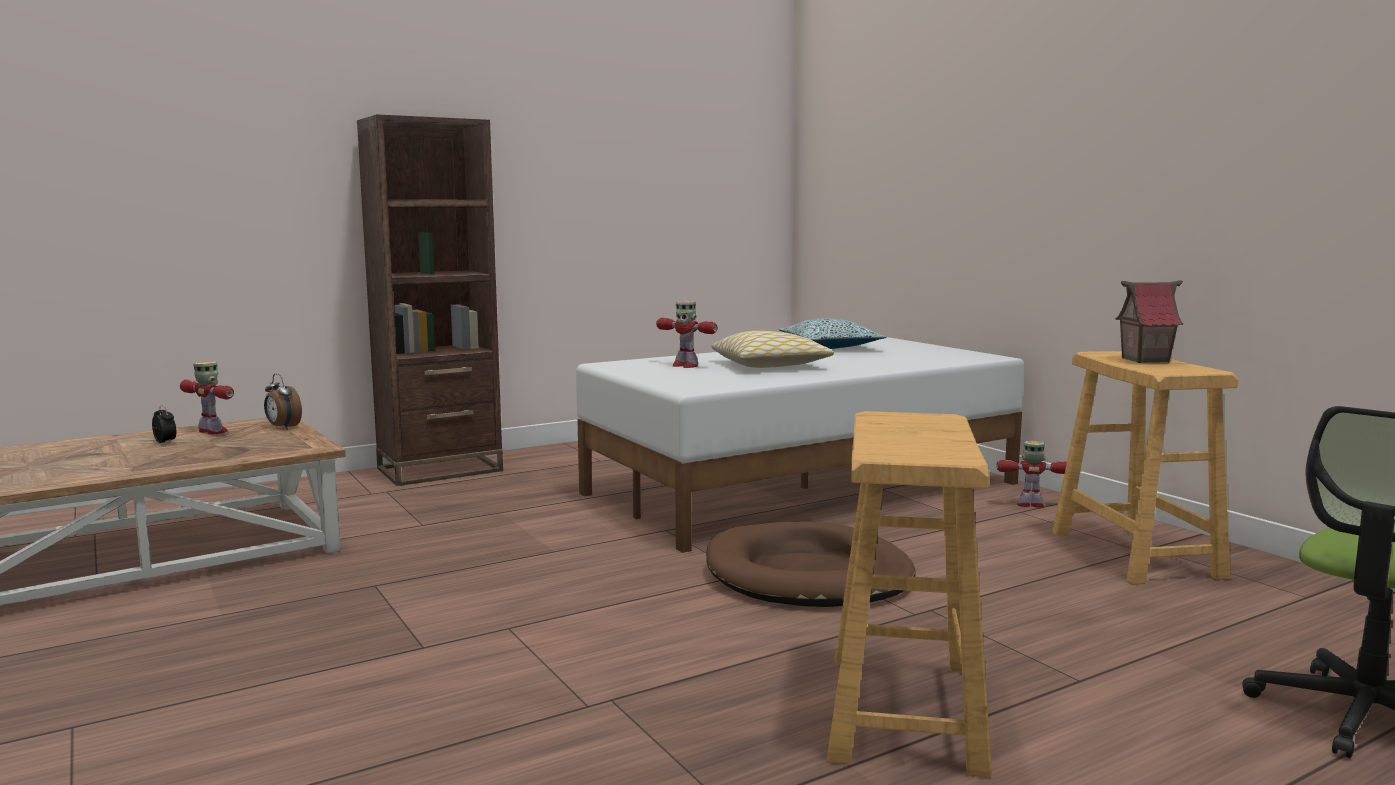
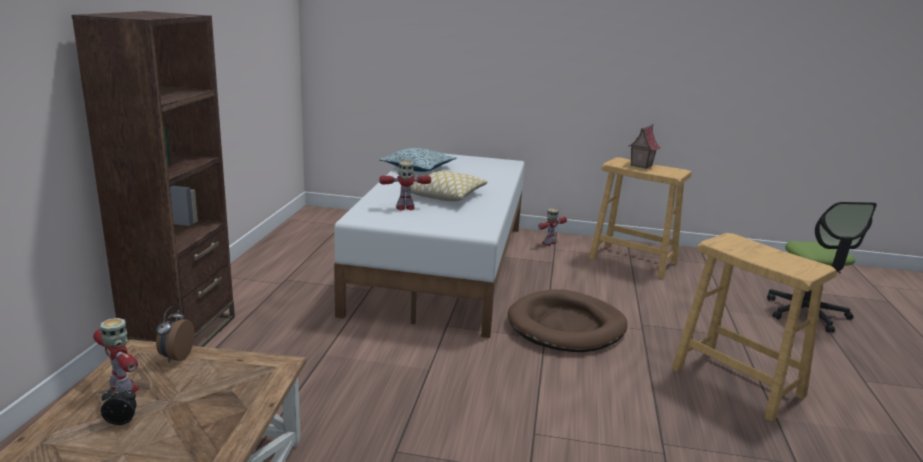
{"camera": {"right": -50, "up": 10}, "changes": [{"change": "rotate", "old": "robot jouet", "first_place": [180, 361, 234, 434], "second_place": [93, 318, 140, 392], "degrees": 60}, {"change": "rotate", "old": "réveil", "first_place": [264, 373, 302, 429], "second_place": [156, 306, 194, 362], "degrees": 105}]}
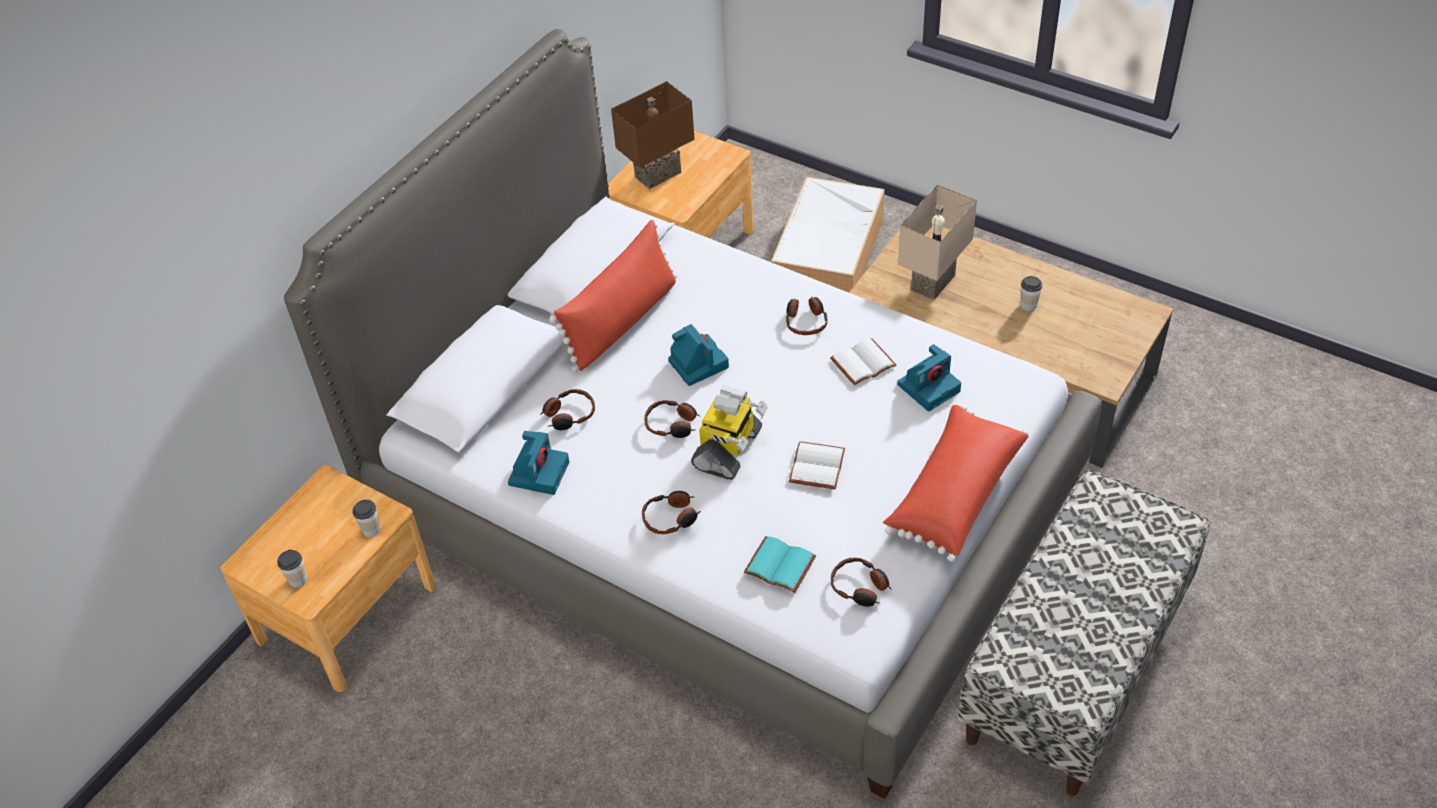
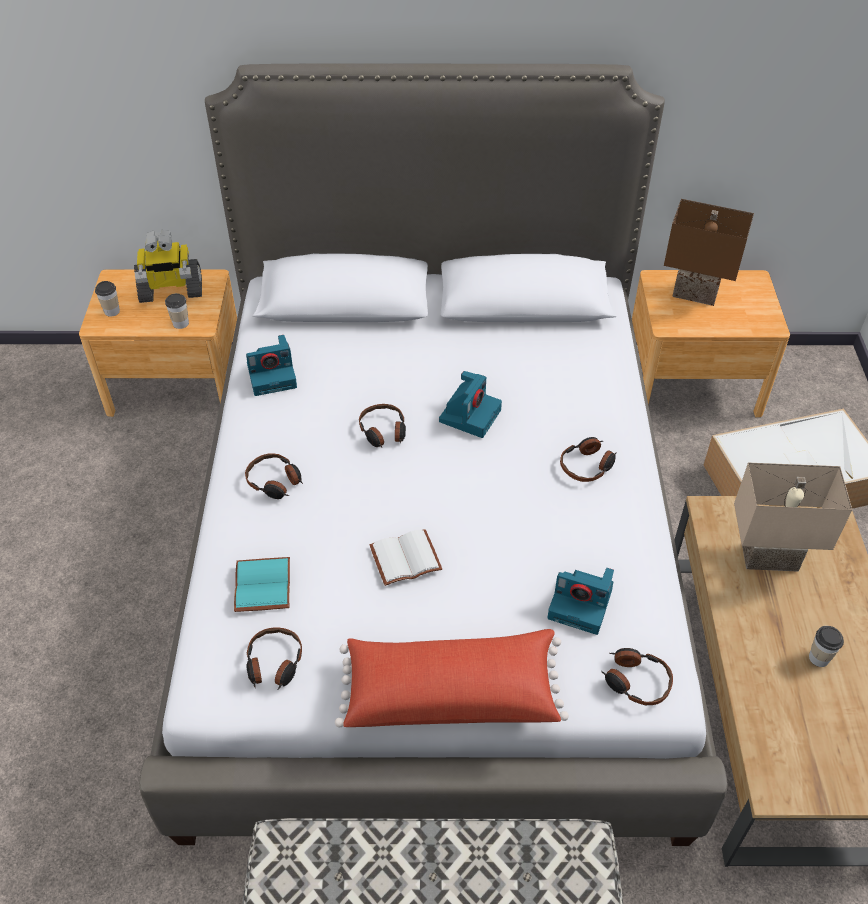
{"camera": {"right": 55, "up": 0}, "changes": [{"change": "move", "old": "casque audio", "first_place": [540, 389, 595, 430], "second_place": [601, 648, 673, 705]}, {"change": "delete", "old": "coussin/rouge", "first_place": [549, 220, 677, 373]}, {"change": "move", "old": "robot jouet", "first_place": [691, 385, 768, 480], "second_place": [134, 230, 202, 303]}, {"change": "delete", "old": "livre/blanc", "first_place": [830, 338, 897, 386]}]}
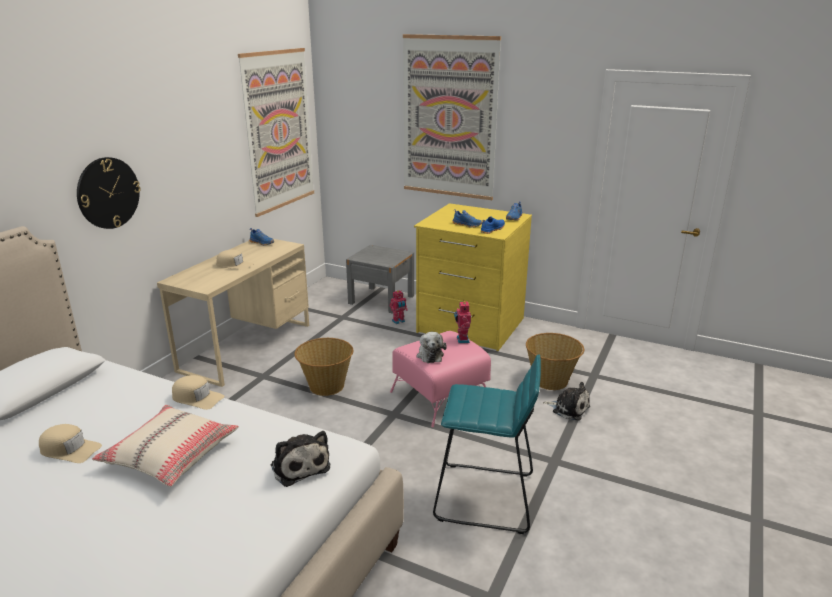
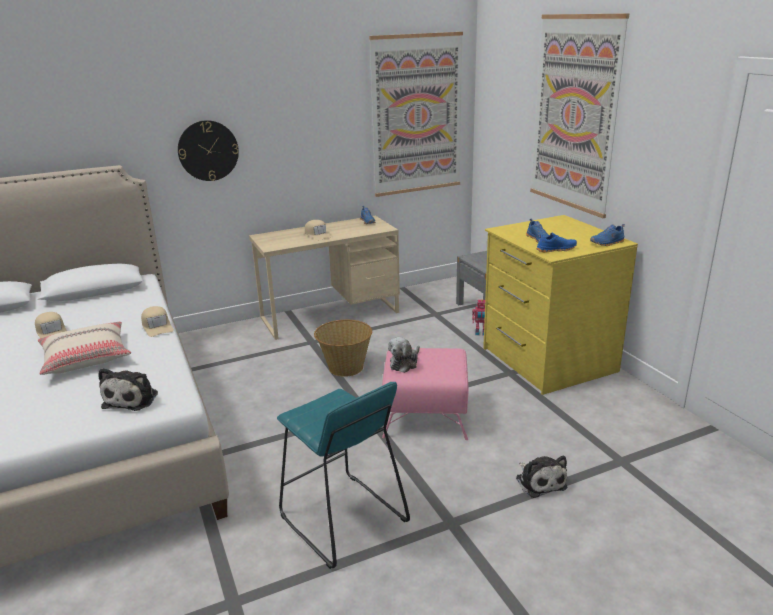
{"camera": {"right": 40, "up": 0}, "changes": [{"change": "delete", "old": "robot jouet", "first_place": [454, 301, 471, 343]}, {"change": "delete", "old": "panier", "first_place": [526, 333, 584, 390]}]}
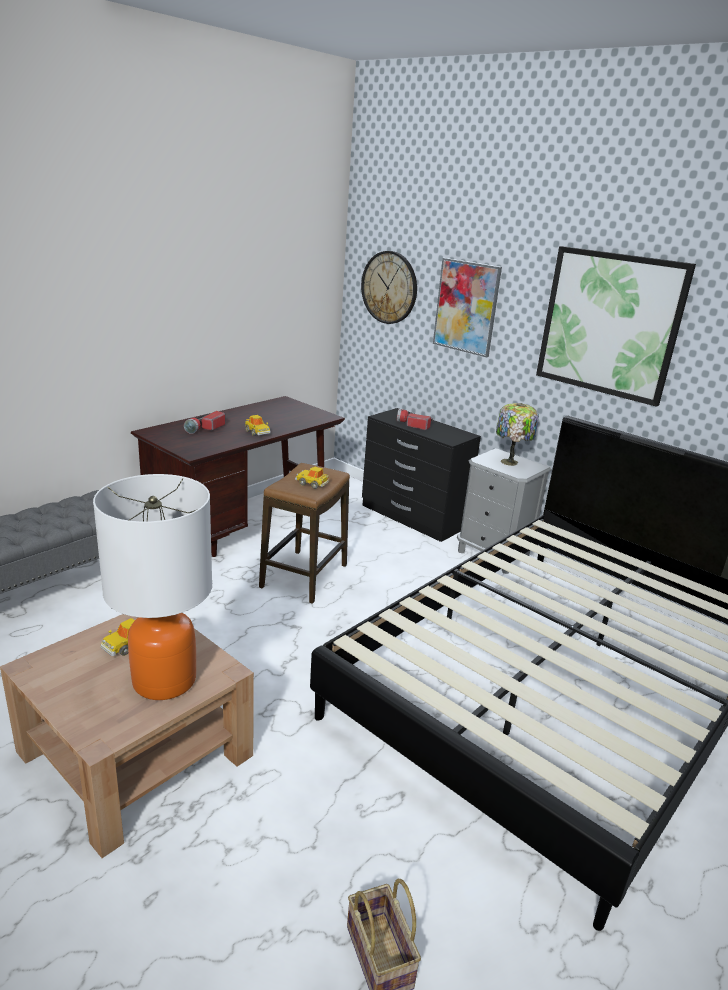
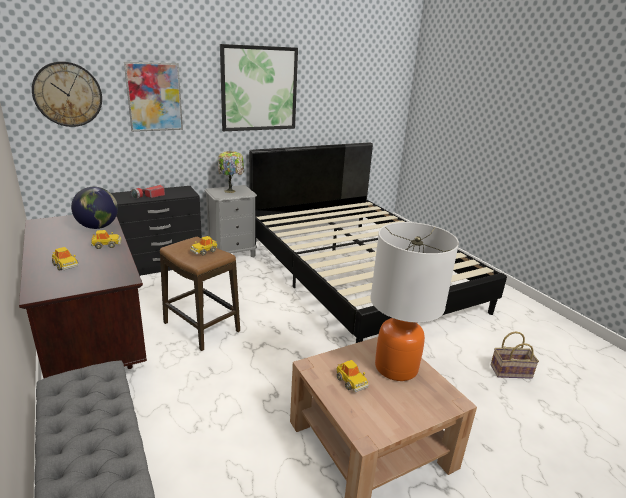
{"camera": {"right": -70, "up": 0}, "changes": [{"change": "replace", "old": "lampe de poche", "new": "petite voiture", "first_place": [184, 411, 225, 434], "second_place": [52, 247, 79, 271]}, {"change": "insert", "new": "globe", "second_place": [71, 187, 118, 229]}]}
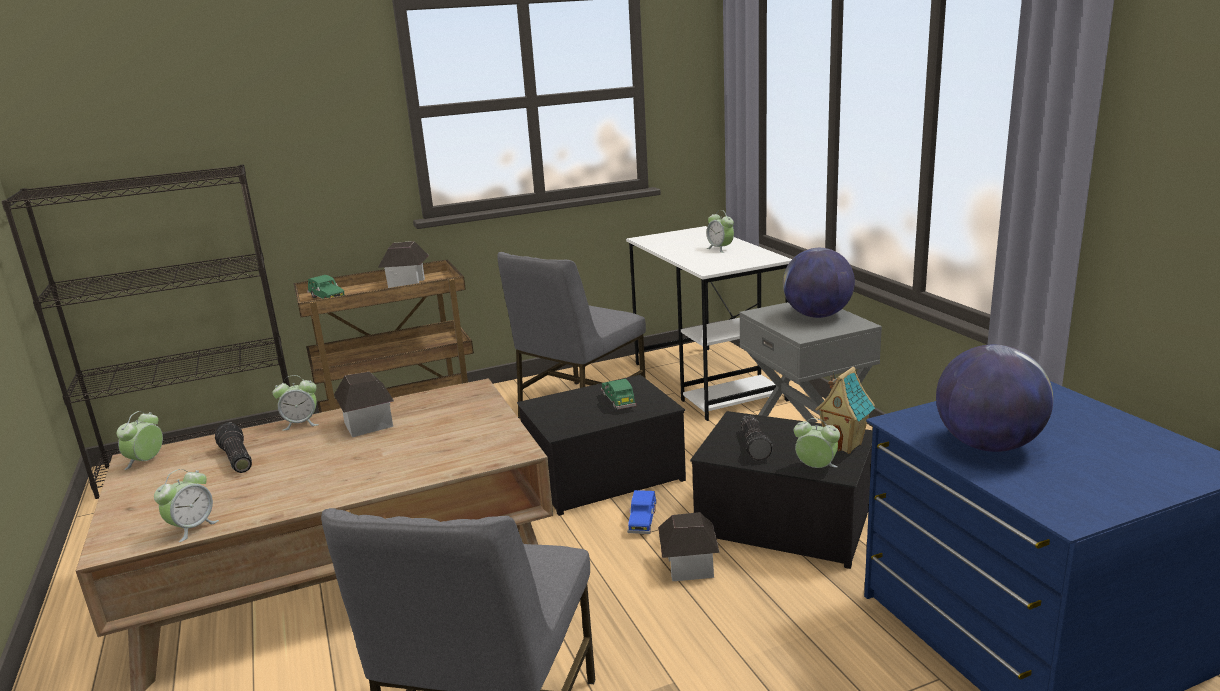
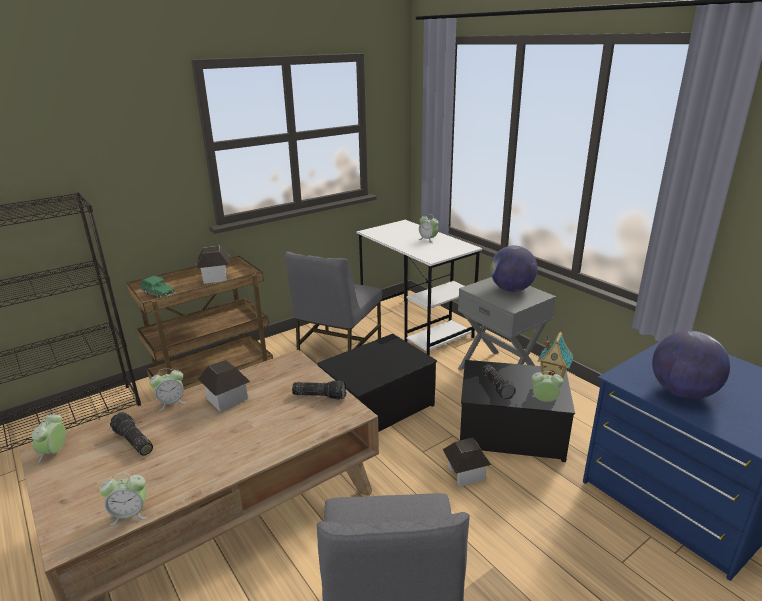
{"camera": {"right": -15, "up": 5}, "changes": [{"change": "rotate", "old": "réveil", "first_place": [154, 469, 219, 542], "second_place": [100, 472, 147, 525], "degrees": 60}, {"change": "delete", "old": "petite voiture/vert", "first_place": [601, 379, 636, 410]}, {"change": "delete", "old": "petite voiture/bleu", "first_place": [627, 490, 657, 534]}, {"change": "insert", "new": "lampe de poche", "second_place": [292, 380, 347, 400]}]}
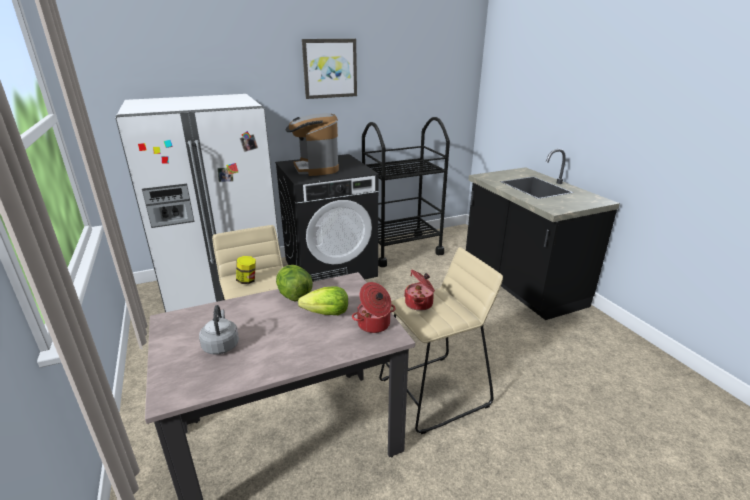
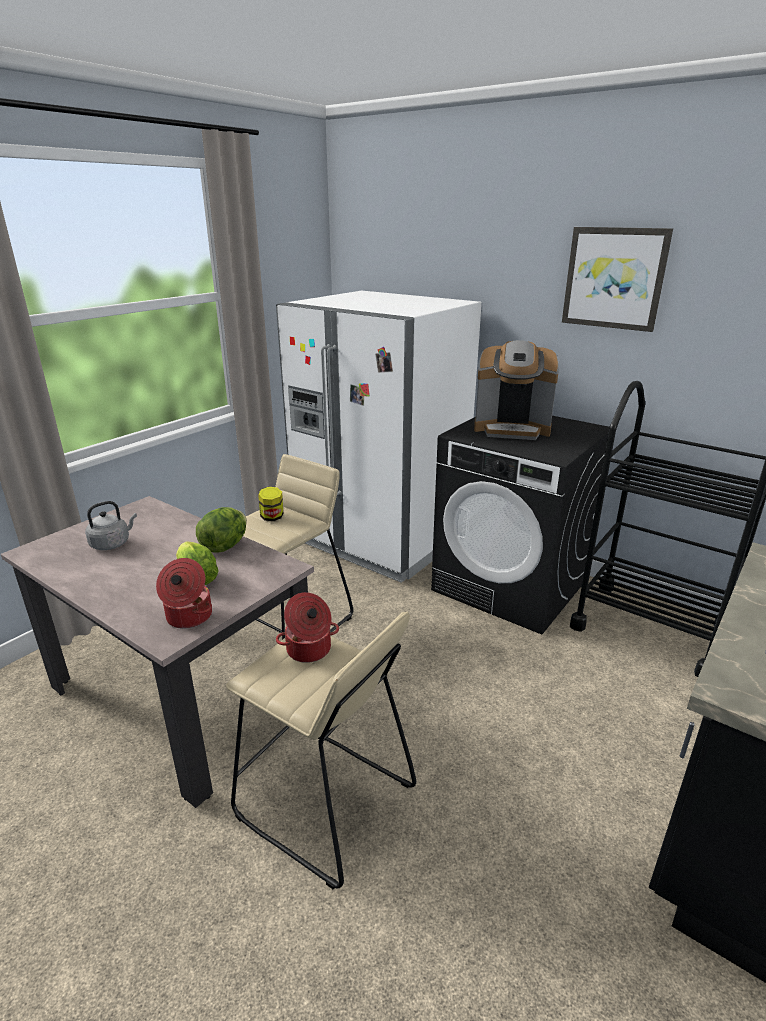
{"camera": {"right": 60, "up": 0}, "changes": [{"change": "rotate", "old": "machine à café", "first_place": [286, 113, 339, 176], "second_place": [474, 340, 559, 440], "degrees": -120}]}
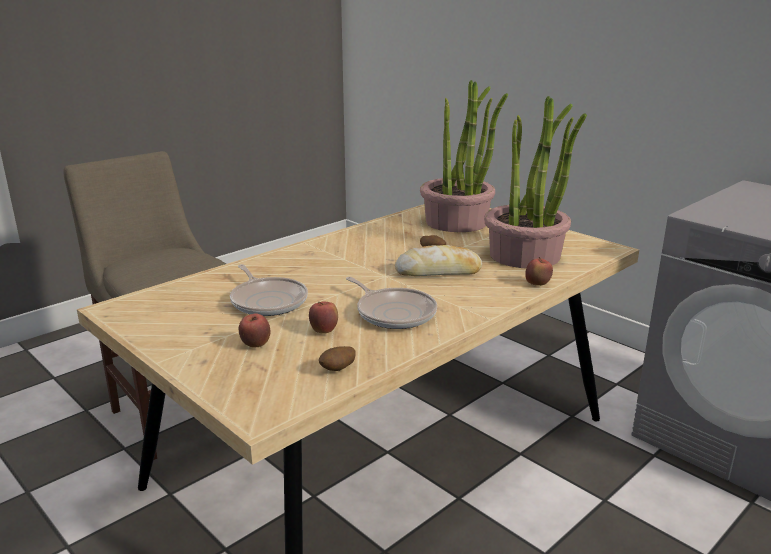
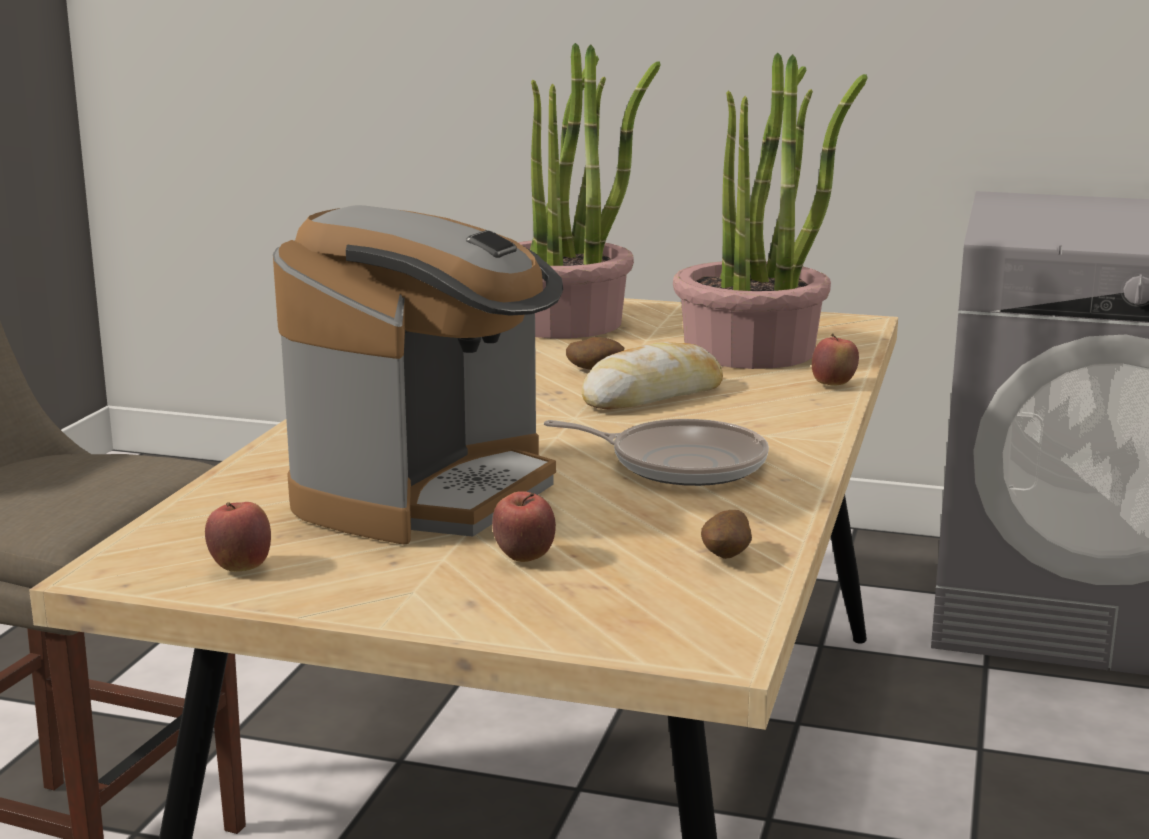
{"camera": {"right": -30, "up": -5}, "changes": [{"change": "replace", "old": "poêle", "new": "machine à café", "first_place": [230, 264, 308, 316], "second_place": [273, 205, 563, 545]}, {"change": "move", "old": "pomme", "first_place": [309, 301, 338, 334], "second_place": [205, 502, 271, 572]}]}
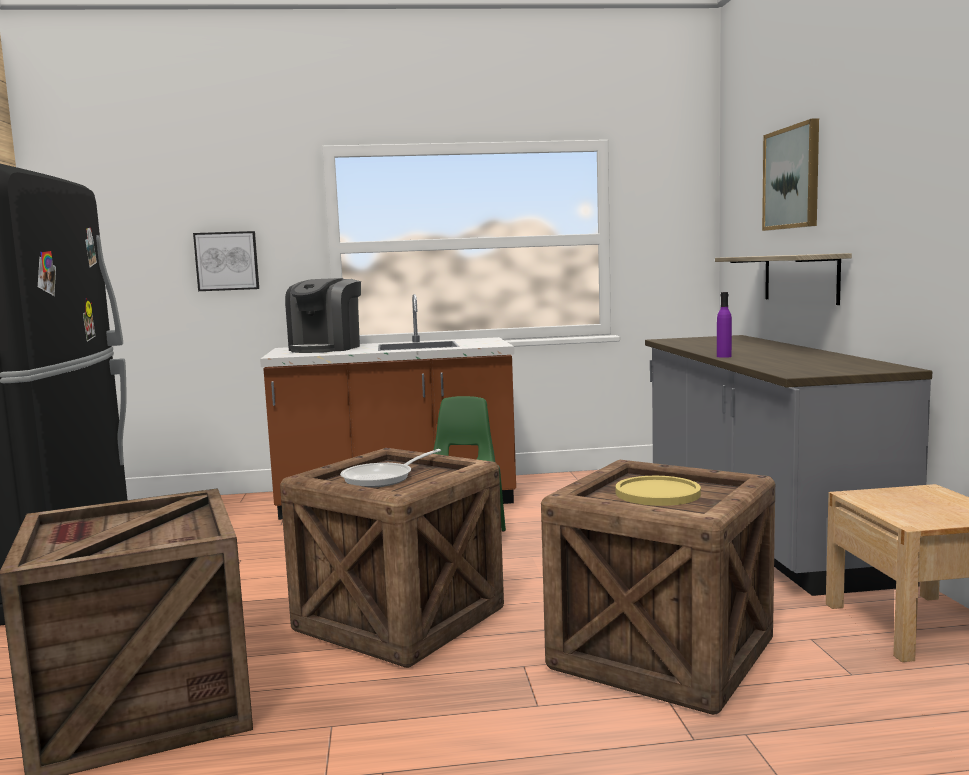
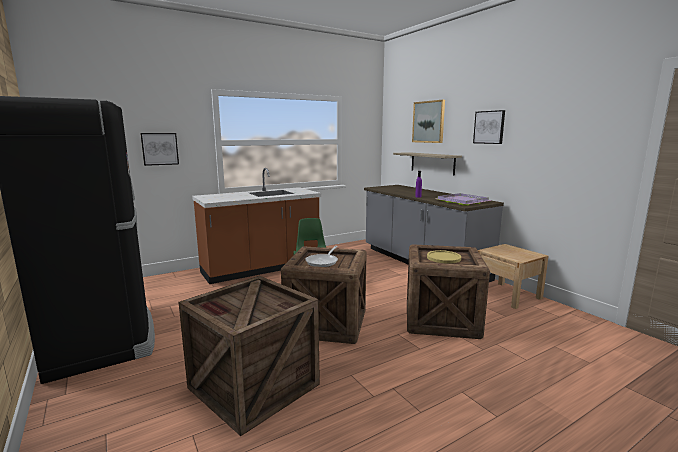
{"camera": {"right": -25, "up": 5}, "changes": [{"change": "delete", "old": "machine à café", "first_place": [285, 278, 361, 353]}, {"change": "insert", "new": "plateau/violet", "second_place": [436, 193, 492, 206]}, {"change": "insert", "new": "tableau", "second_place": [473, 110, 505, 144]}]}
